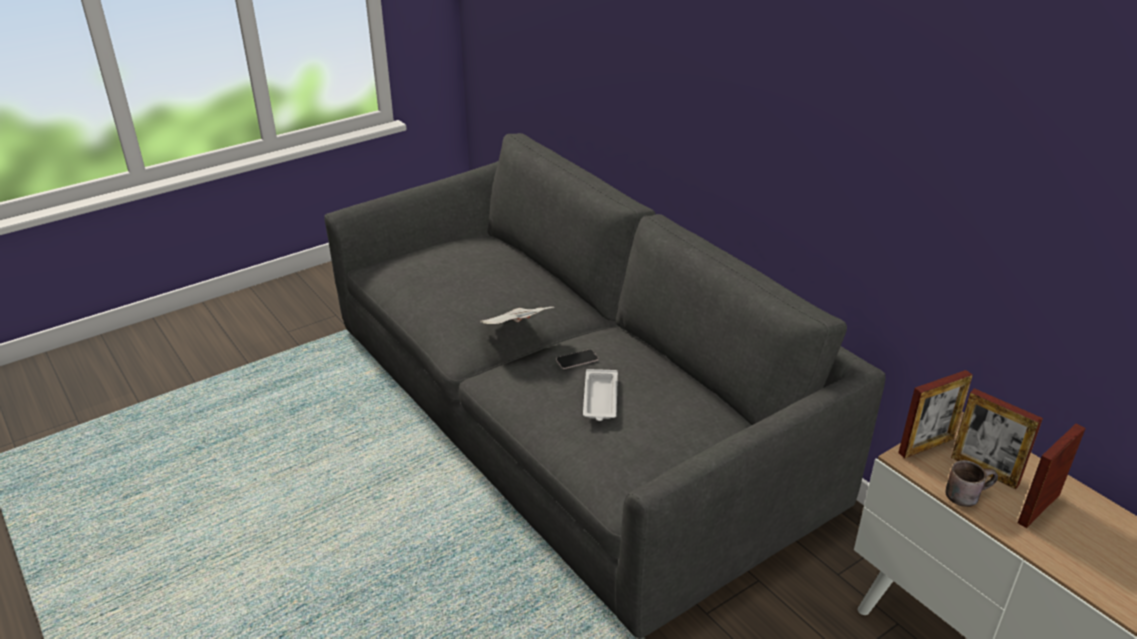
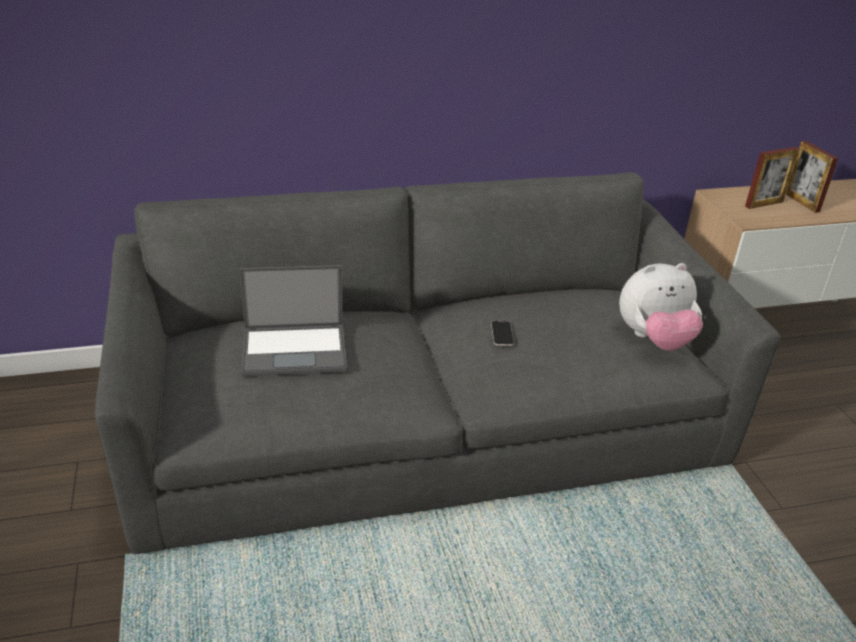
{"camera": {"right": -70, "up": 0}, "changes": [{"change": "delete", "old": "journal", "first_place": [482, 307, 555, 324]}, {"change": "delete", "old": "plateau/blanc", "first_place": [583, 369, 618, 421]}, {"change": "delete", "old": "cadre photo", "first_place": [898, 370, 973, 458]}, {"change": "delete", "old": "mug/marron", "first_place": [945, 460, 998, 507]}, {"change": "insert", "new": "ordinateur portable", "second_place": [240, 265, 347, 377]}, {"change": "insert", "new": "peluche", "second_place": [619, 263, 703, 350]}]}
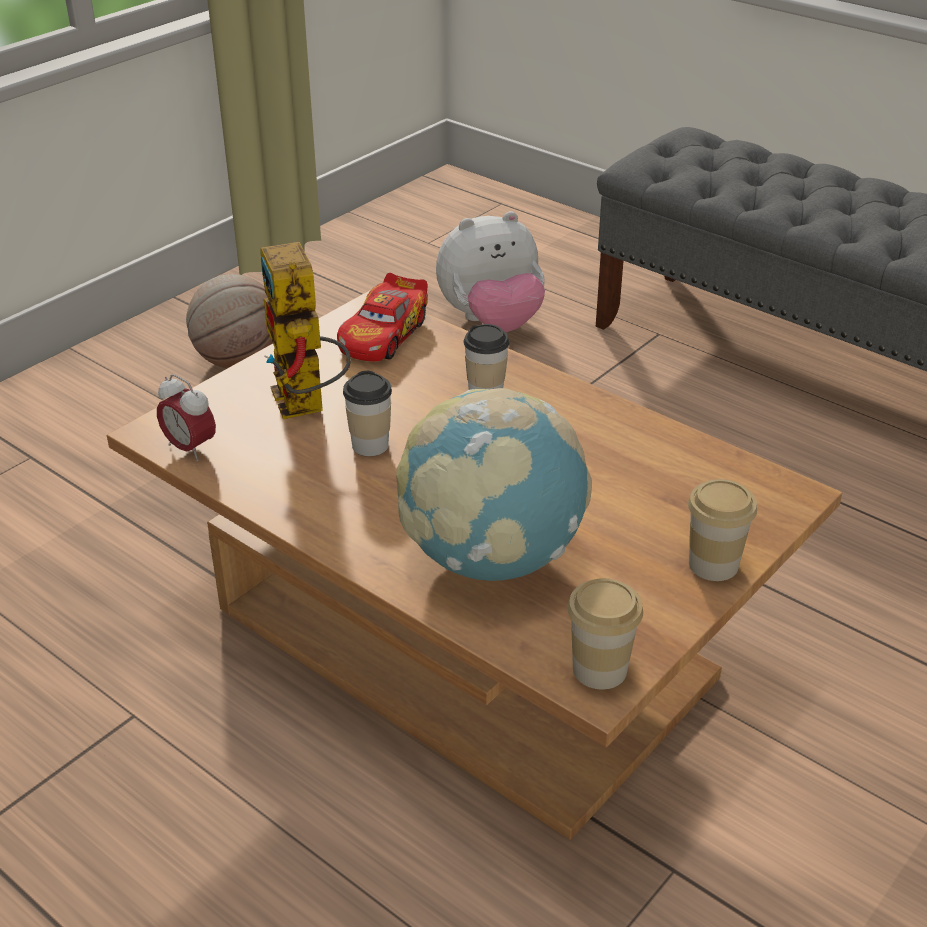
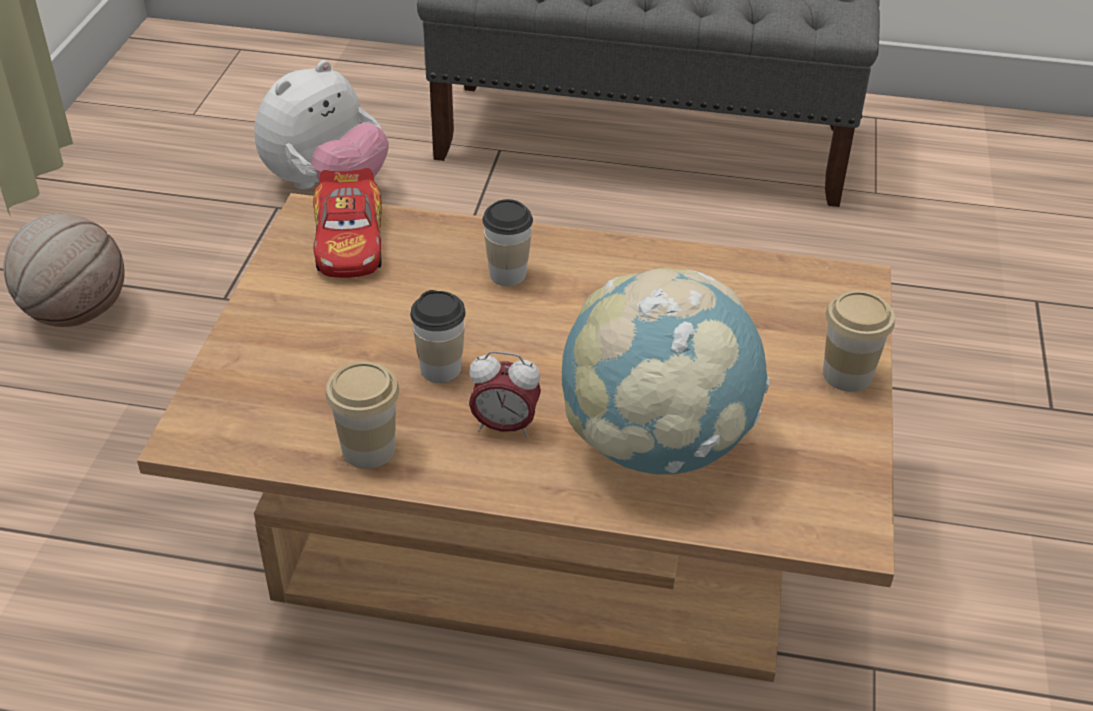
{"camera": {"right": -30, "up": 5}, "changes": [{"change": "move", "old": "réveil", "first_place": [157, 374, 216, 461], "second_place": [469, 351, 541, 438]}, {"change": "delete", "old": "robot jouet", "first_place": [260, 242, 351, 419]}, {"change": "move", "old": "tasse", "first_place": [567, 578, 643, 690], "second_place": [326, 362, 399, 469]}]}
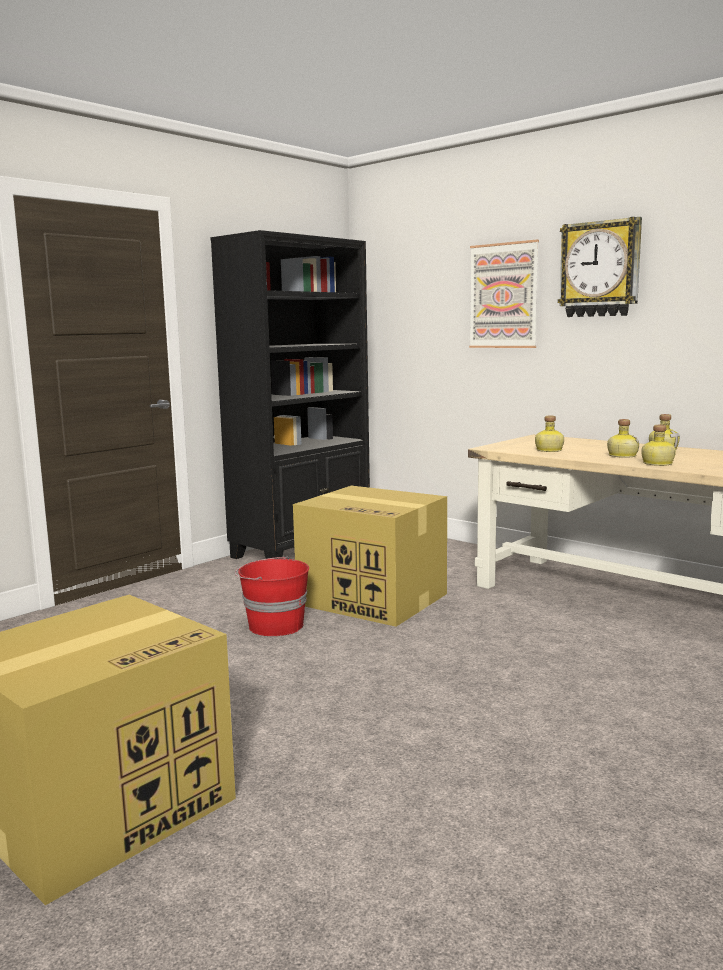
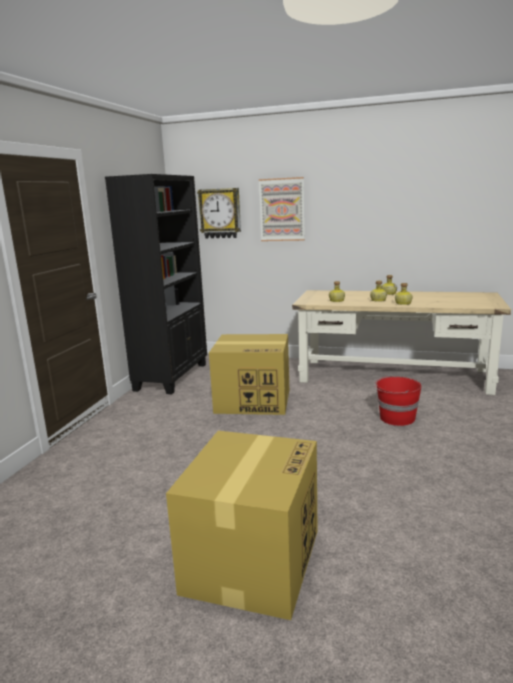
{"camera": {"right": -25, "up": 5}, "changes": [{"change": "move", "old": "seau/rouge", "first_place": [235, 557, 309, 636], "second_place": [374, 376, 422, 426]}, {"change": "move", "old": "horloge murale", "first_place": [558, 217, 642, 317], "second_place": [197, 188, 241, 238]}]}
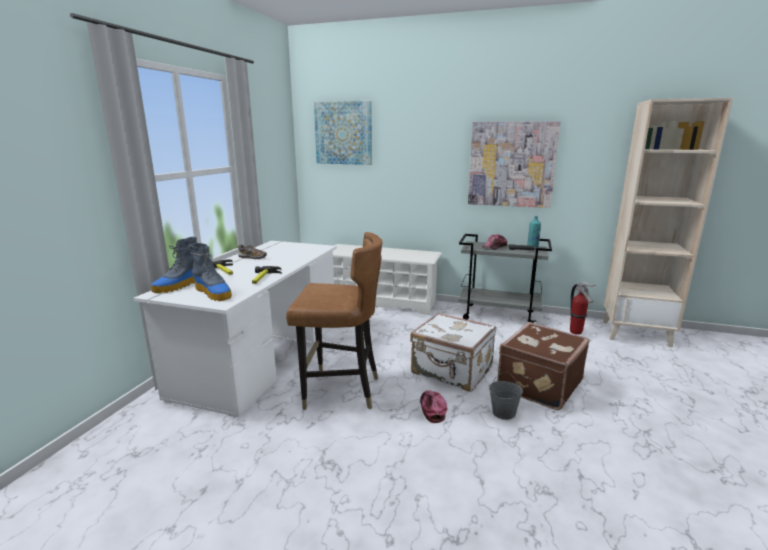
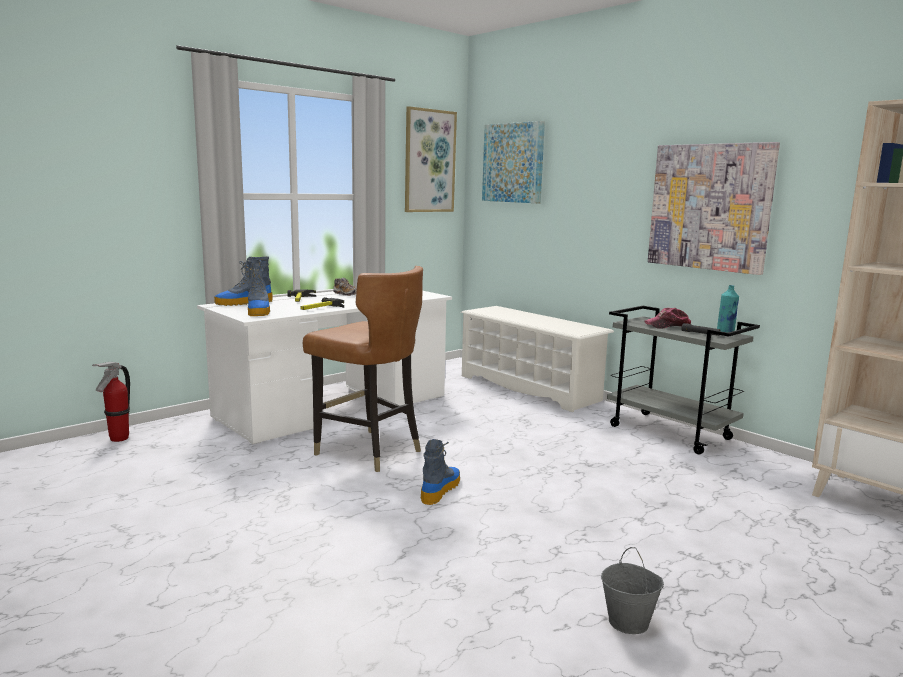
{"camera": {"right": 30, "up": -5}, "changes": [{"change": "delete", "old": "valise/blanc", "first_place": [410, 313, 496, 392]}, {"change": "replace", "old": "casquette", "new": "botte", "first_place": [420, 390, 448, 423], "second_place": [421, 439, 460, 505]}, {"change": "move", "old": "seau/gris", "first_place": [489, 372, 523, 420], "second_place": [601, 547, 664, 634]}, {"change": "delete", "old": "valise/marron", "first_place": [497, 322, 590, 410]}, {"change": "move", "old": "extincteur", "first_place": [570, 282, 597, 335], "second_place": [92, 362, 130, 442]}, {"change": "insert", "new": "tableau", "second_place": [405, 106, 457, 212]}]}
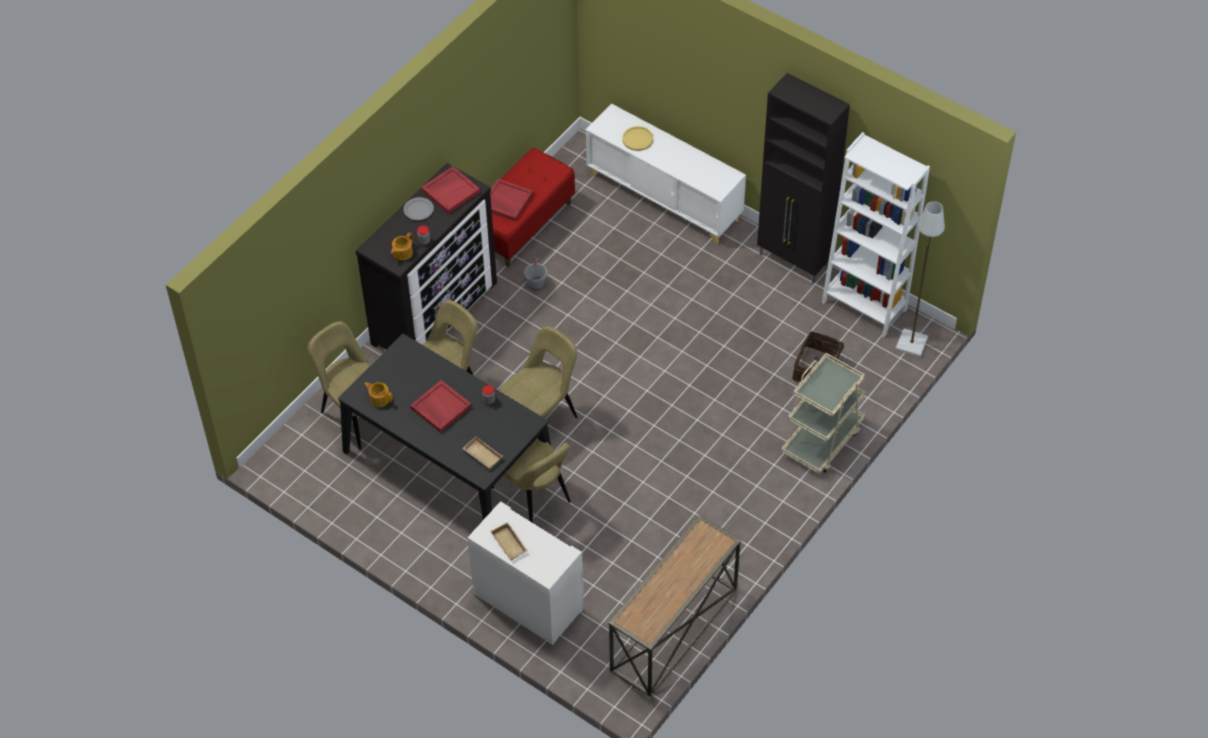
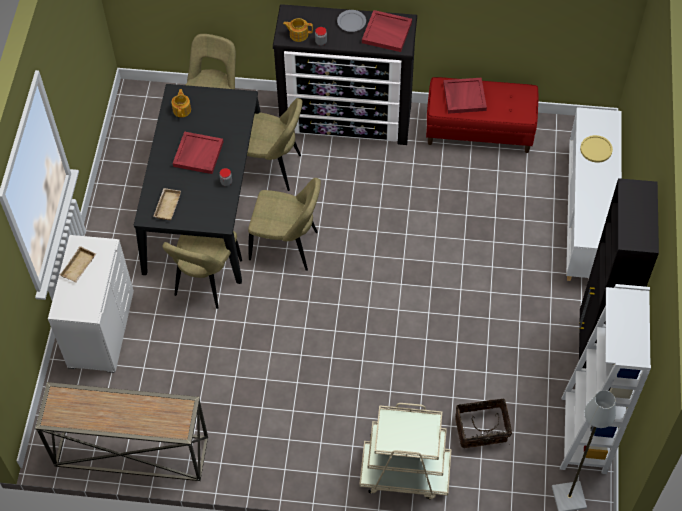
{"camera": {"right": 60, "up": 5}, "changes": [{"change": "delete", "old": "seau/gris", "first_place": [524, 258, 547, 290]}]}
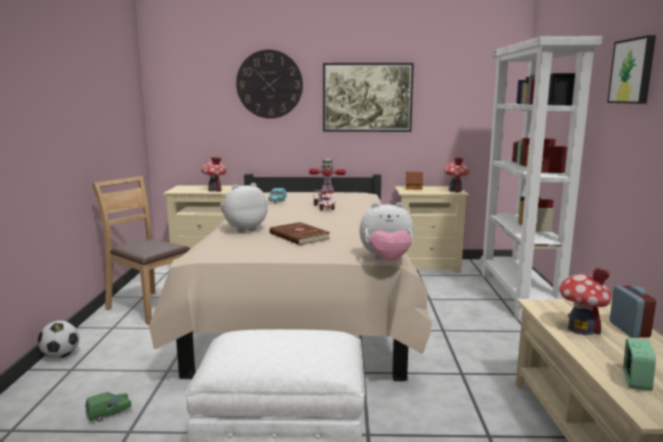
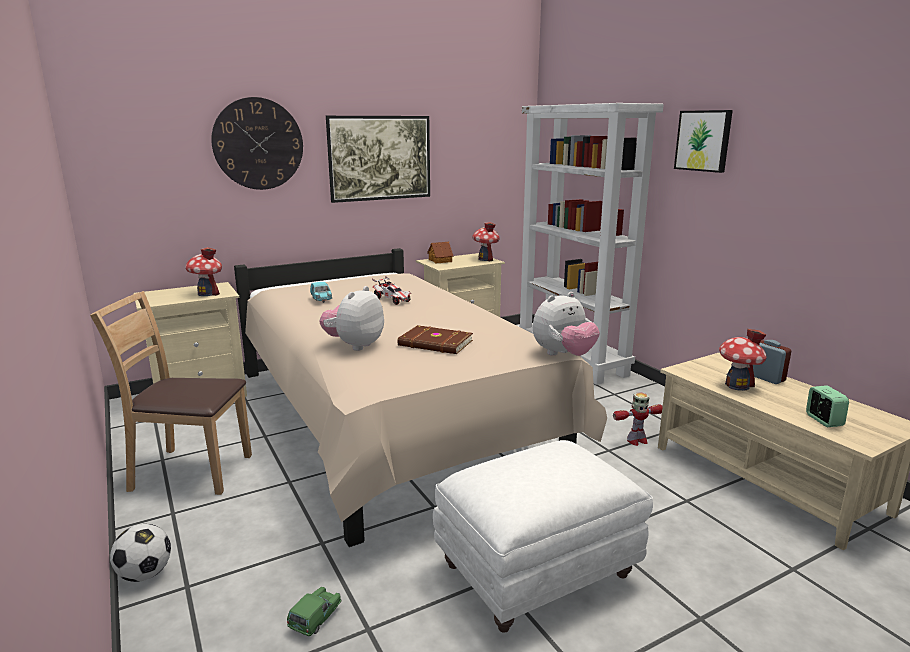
{"camera": {"right": -30, "up": 5}, "changes": [{"change": "move", "old": "robot jouet", "first_place": [309, 159, 346, 194], "second_place": [613, 392, 663, 446]}]}
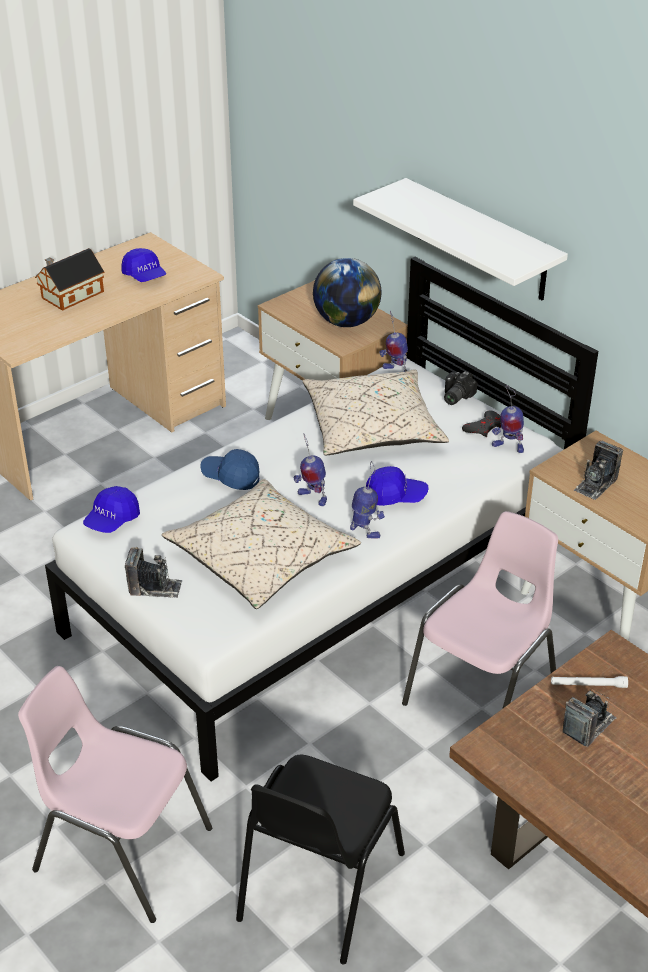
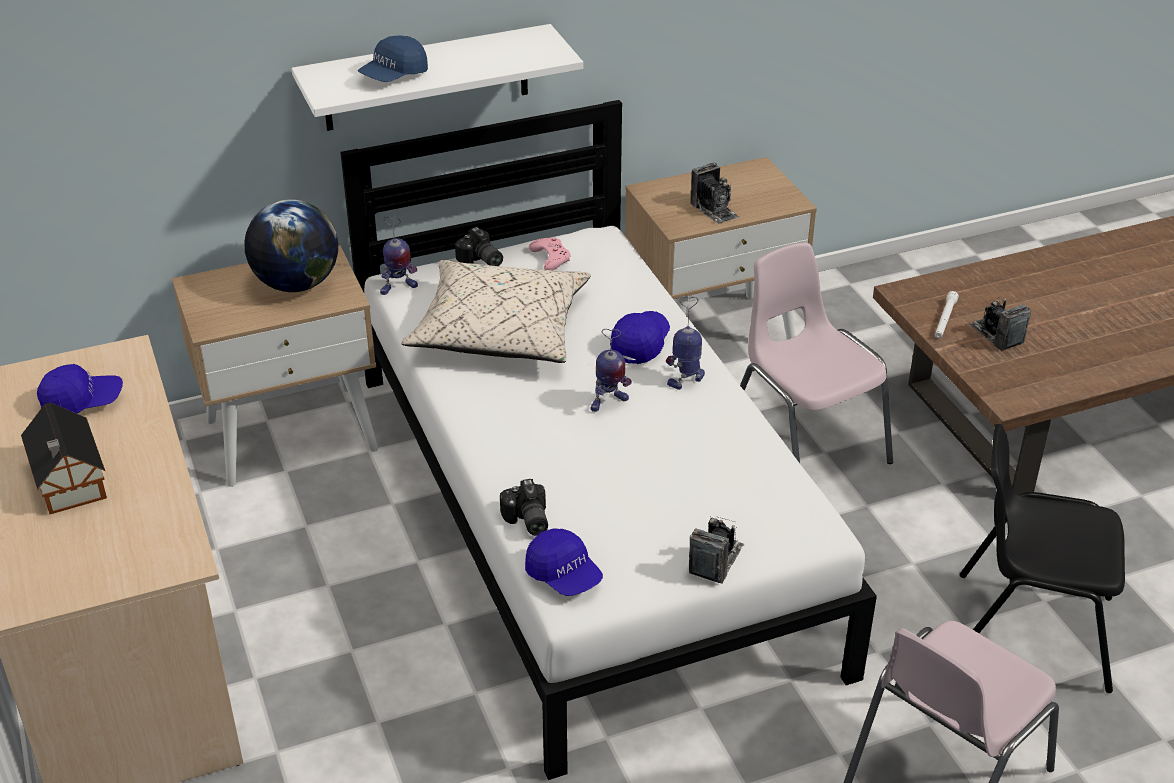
{"camera": {"right": -70, "up": 0}, "changes": [{"change": "delete", "old": "coussin/beige", "first_place": [161, 479, 361, 609]}, {"change": "move", "old": "casquette/bleu", "first_place": [200, 449, 259, 490], "second_place": [358, 36, 428, 82]}, {"change": "rotate", "old": "chaise/noir", "first_place": [236, 754, 405, 964], "second_place": [959, 424, 1125, 693], "degrees": 150}, {"change": "recolor", "old": "manette/gris", "new": "manette/rose", "first_place": [462, 410, 501, 437], "second_place": [529, 237, 570, 271]}, {"change": "delete", "old": "robot jouet", "first_place": [492, 385, 524, 453]}, {"change": "insert", "new": "appareil photo", "second_place": [500, 479, 548, 536]}]}
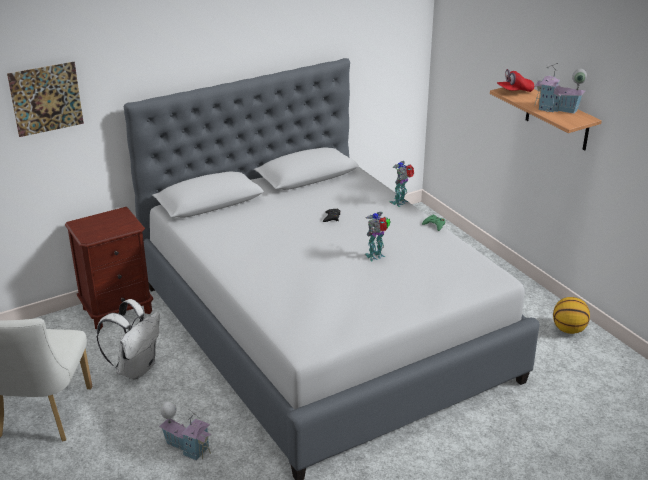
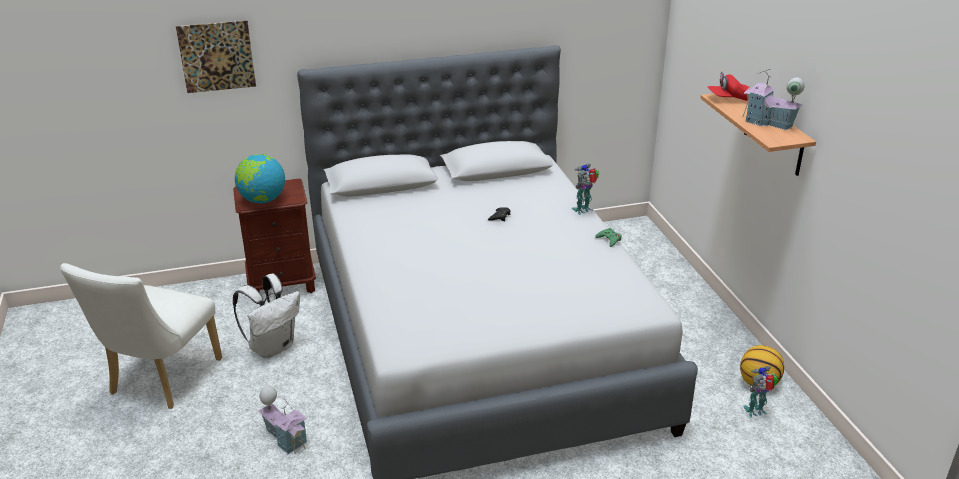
{"camera": {"right": 15, "up": 0}, "changes": [{"change": "move", "old": "robot jouet", "first_place": [364, 212, 391, 261], "second_place": [743, 366, 779, 418]}, {"change": "insert", "new": "globe", "second_place": [235, 154, 285, 203]}]}
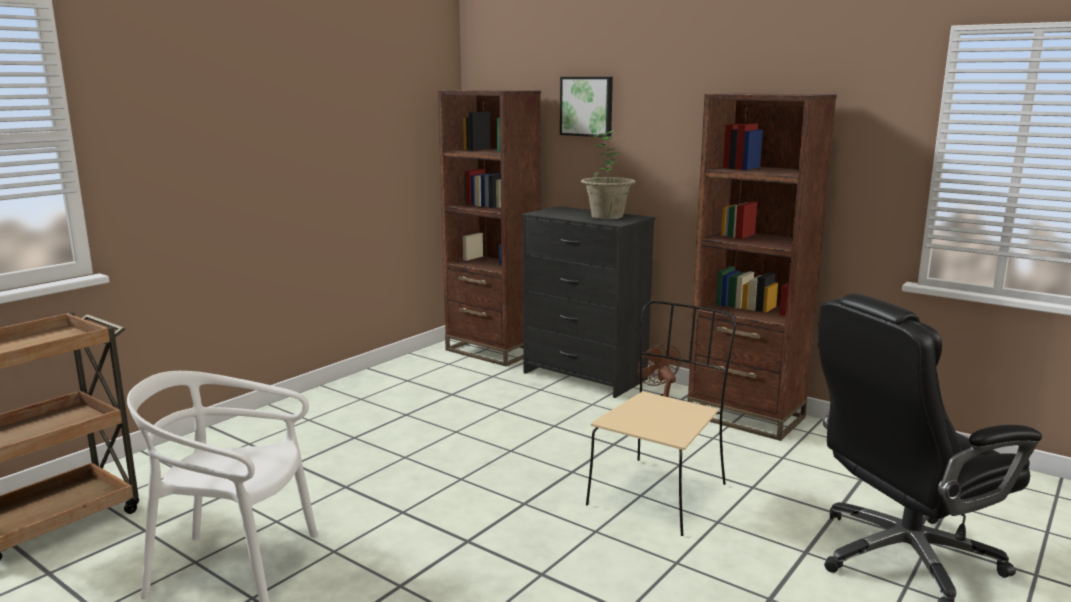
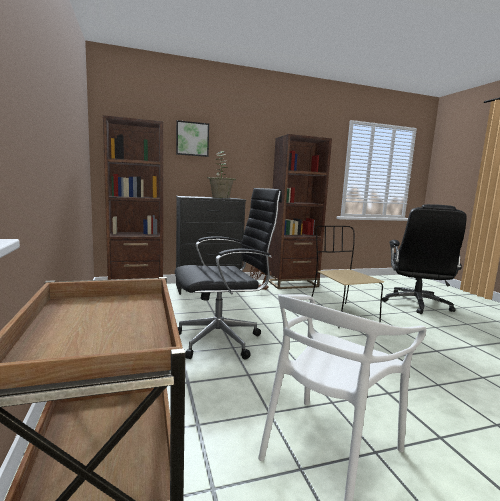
{"camera": {"right": -55, "up": -5}, "changes": [{"change": "insert", "new": "chaise de bureau/noir", "second_place": [175, 188, 282, 360]}]}
